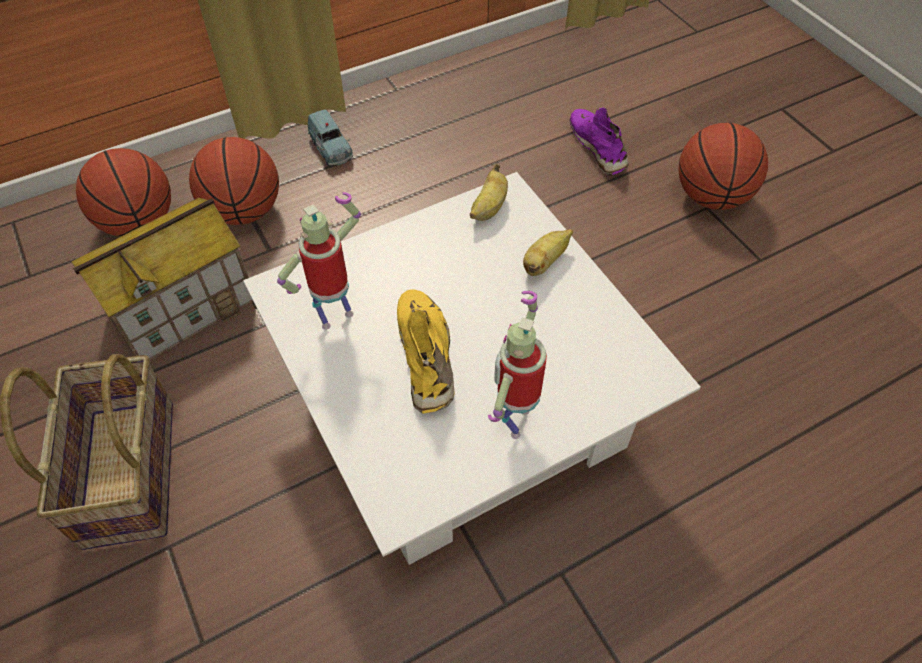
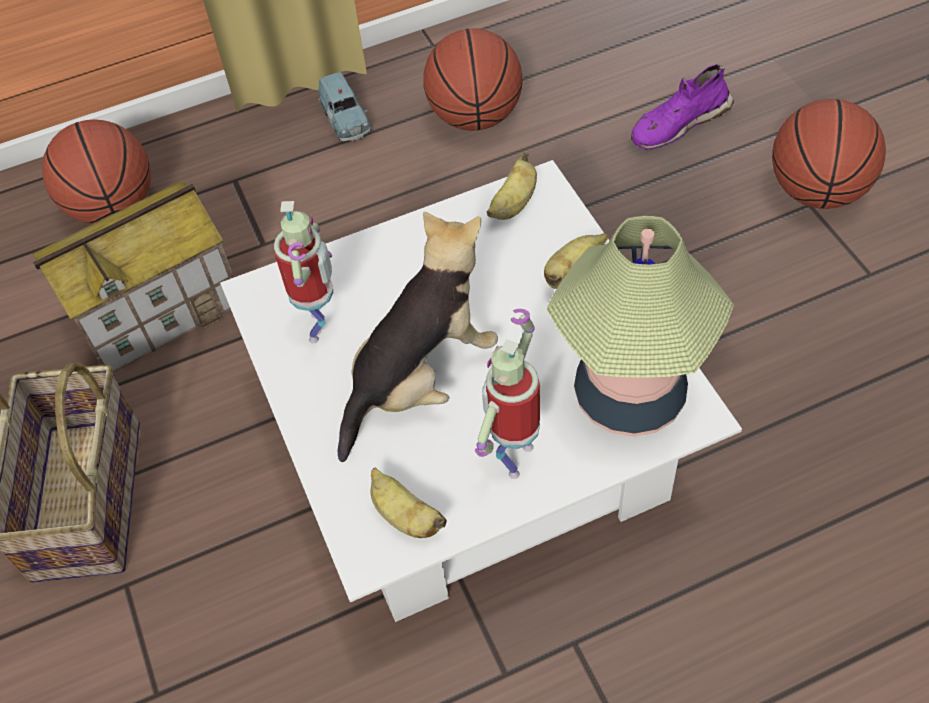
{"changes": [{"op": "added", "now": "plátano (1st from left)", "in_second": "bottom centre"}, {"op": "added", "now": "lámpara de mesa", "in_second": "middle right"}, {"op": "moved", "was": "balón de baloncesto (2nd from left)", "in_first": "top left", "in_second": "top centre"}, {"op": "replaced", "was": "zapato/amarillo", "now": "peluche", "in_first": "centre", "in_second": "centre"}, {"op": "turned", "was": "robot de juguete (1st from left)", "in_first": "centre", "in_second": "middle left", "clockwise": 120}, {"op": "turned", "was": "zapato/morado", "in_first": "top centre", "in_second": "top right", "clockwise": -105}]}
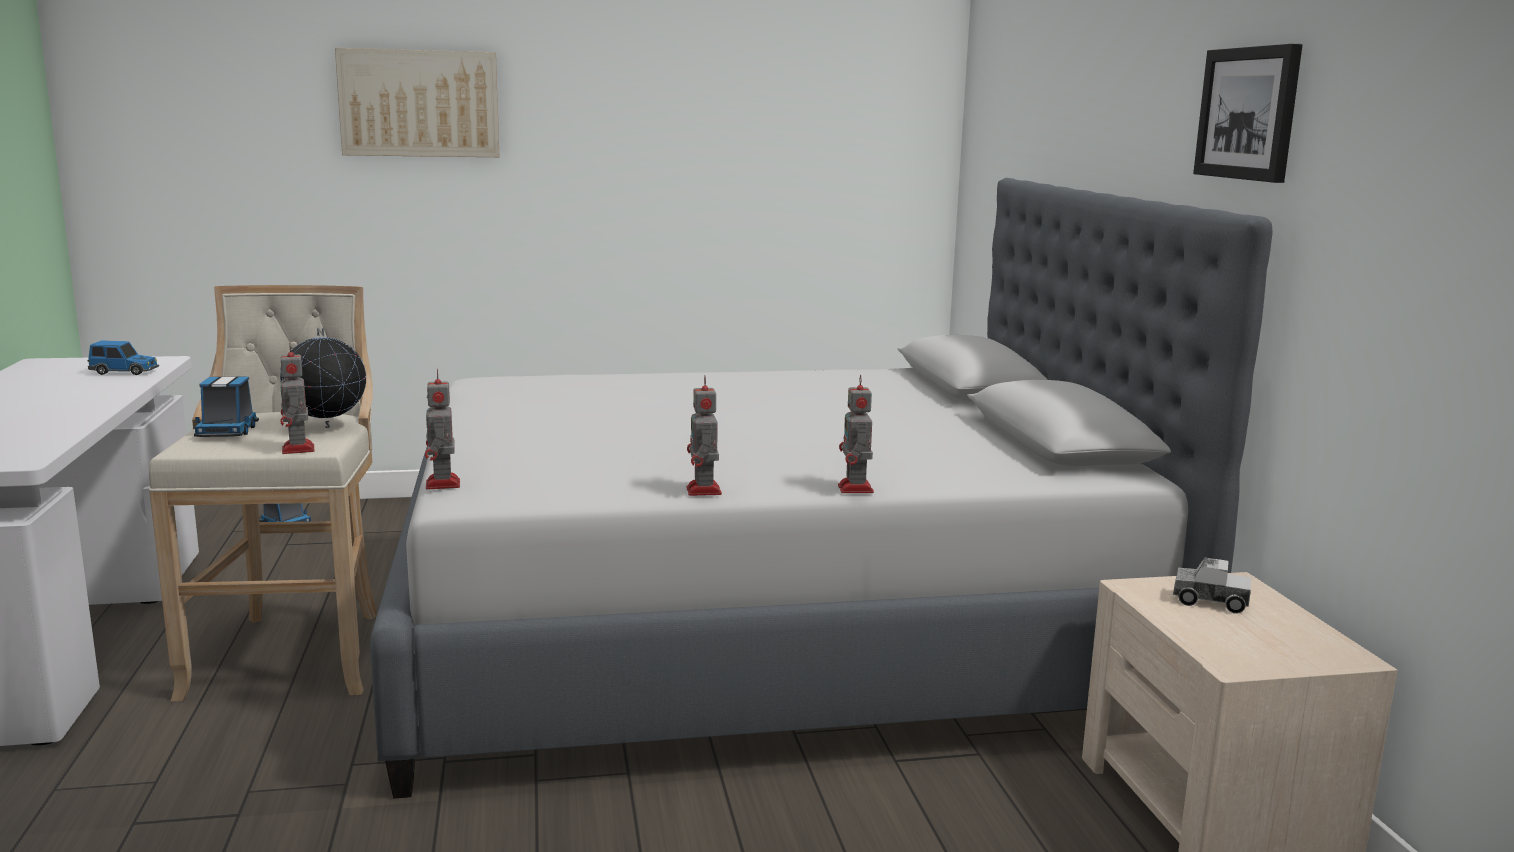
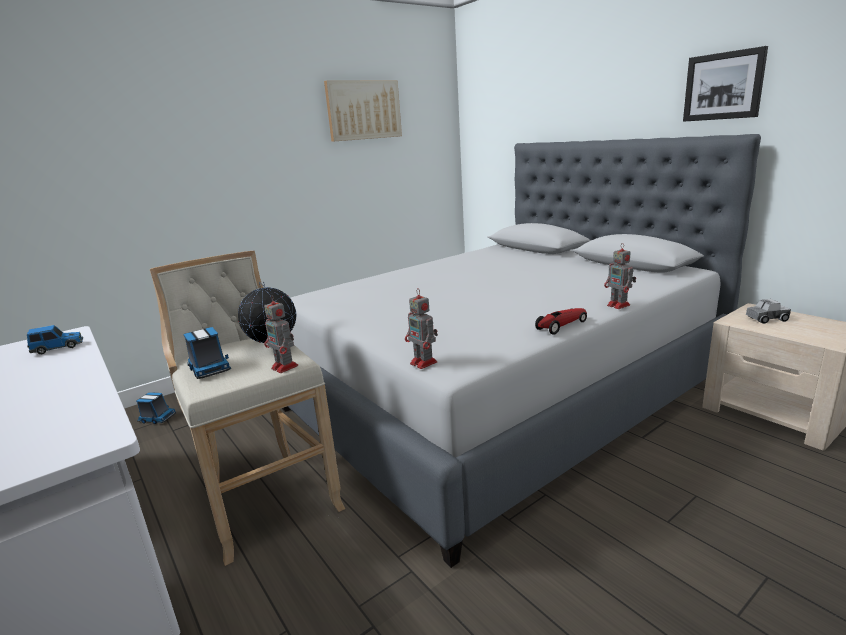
{"changes": [{"op": "moved", "was": "cuadro (1st from left)", "in_first": "top left", "in_second": "top centre"}, {"op": "replaced", "was": "robot de juguete (3rd from left)", "now": "coche de juguete (2nd from left)", "in_first": "centre", "in_second": "centre"}]}
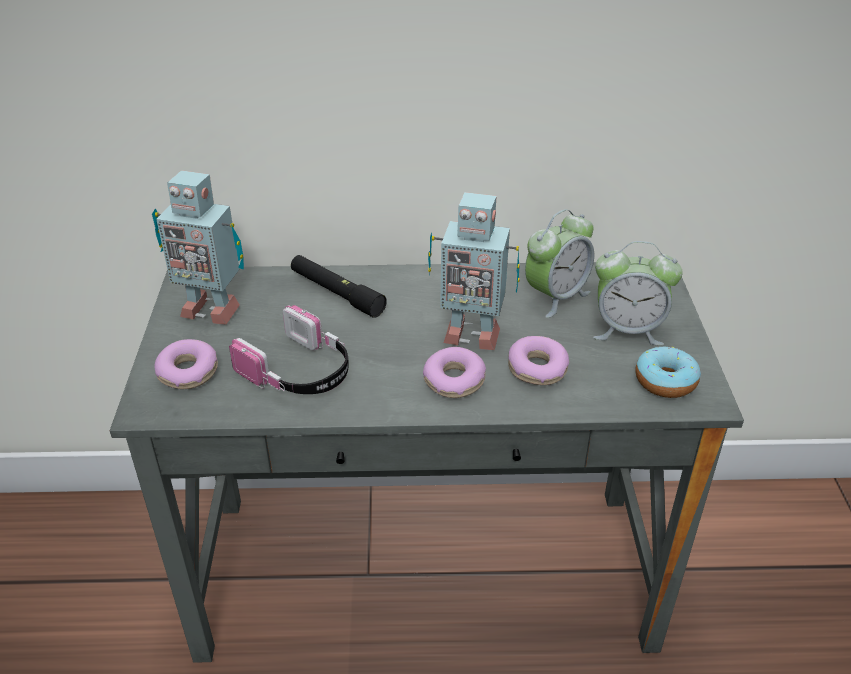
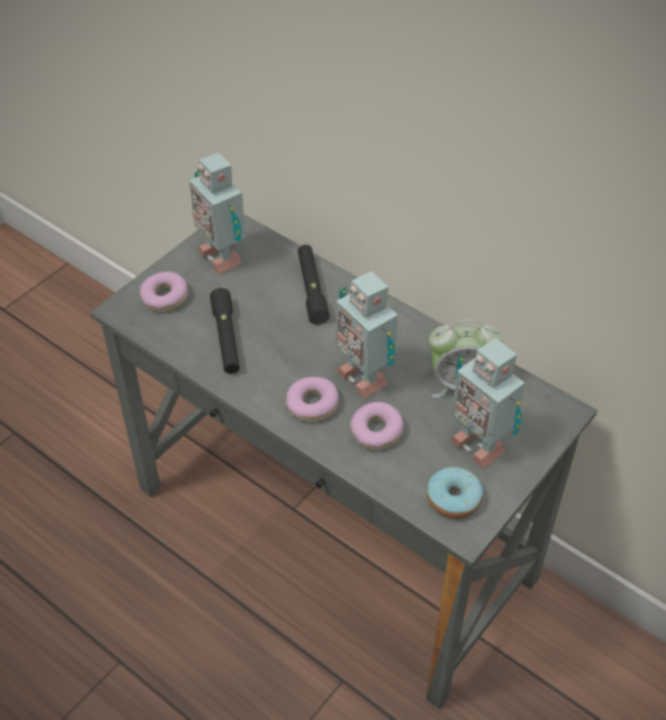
{"changes": [{"op": "replaced", "was": "auriculares", "now": "linterna/negro (1st from left)", "in_first": "centre", "in_second": "centre"}, {"op": "replaced", "was": "despertador (2nd from left)", "now": "robot de juguete (3rd from left)", "in_first": "middle right", "in_second": "middle right"}]}
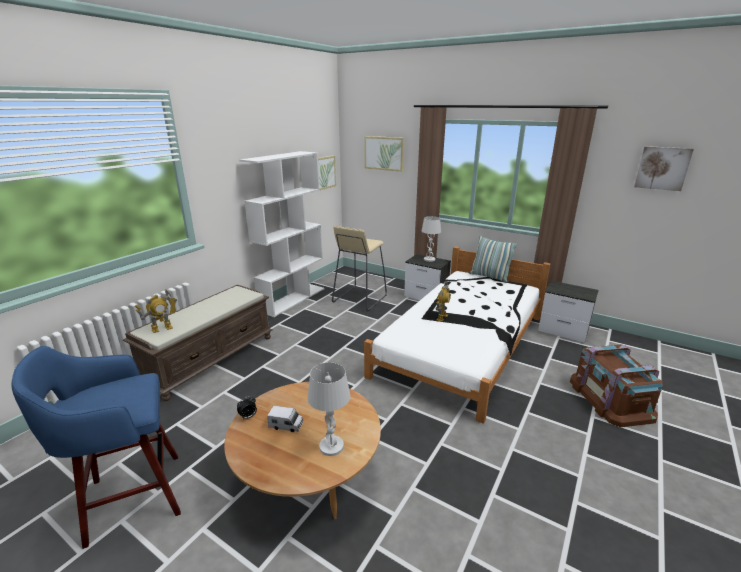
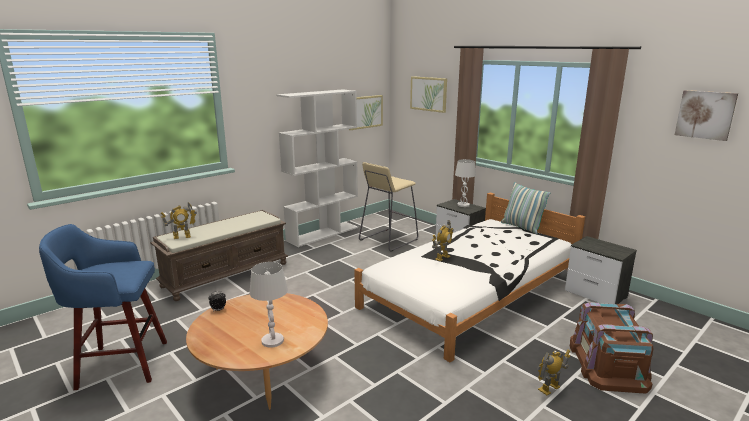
{"changes": [{"op": "removed", "was": "camión de juguete", "in_first": "bottom centre"}, {"op": "added", "now": "robot de juguete (3rd from left)", "in_second": "bottom right"}]}
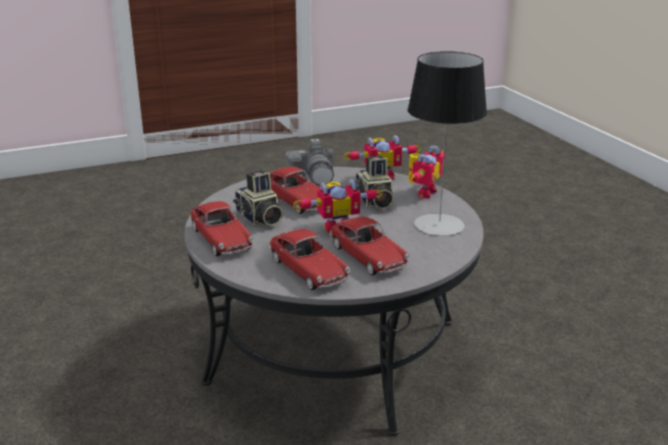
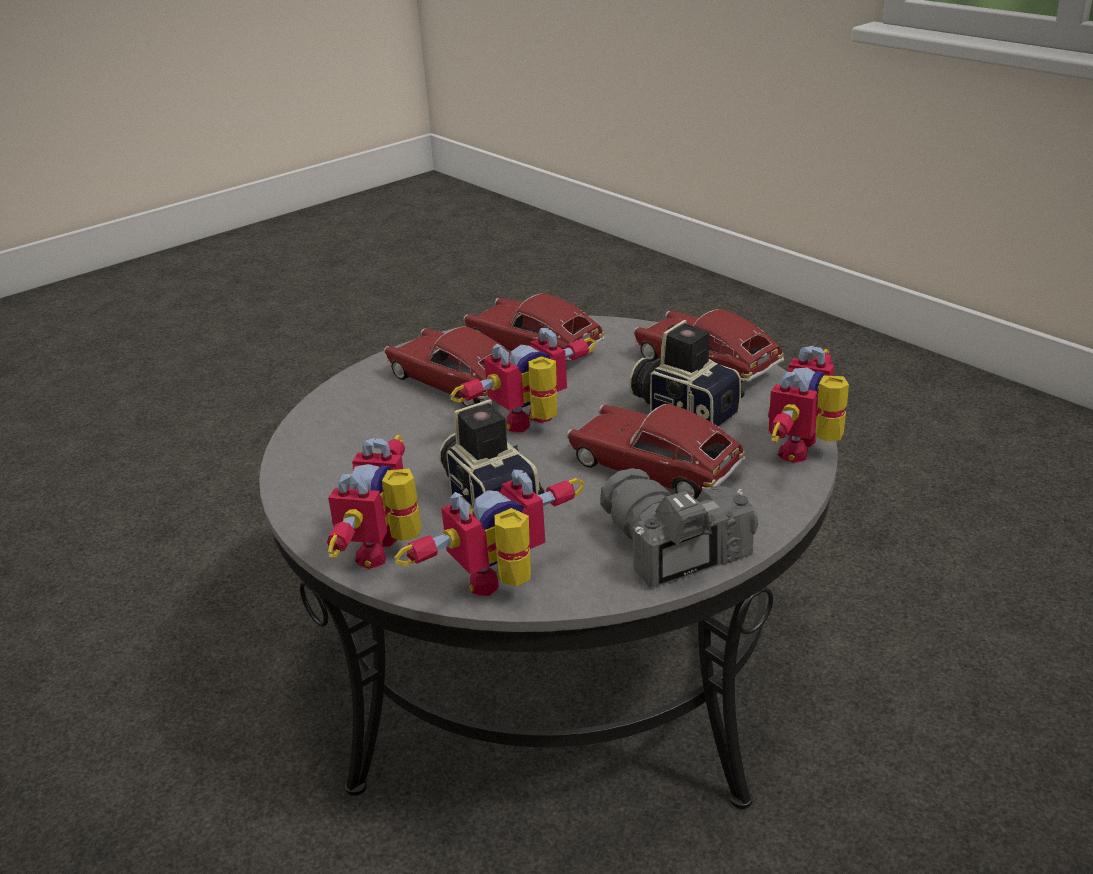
{"changes": [{"op": "removed", "was": "lámpara de mesa", "in_first": "top right"}, {"op": "added", "now": "robot de juguete (4th from left)", "in_second": "middle right"}]}
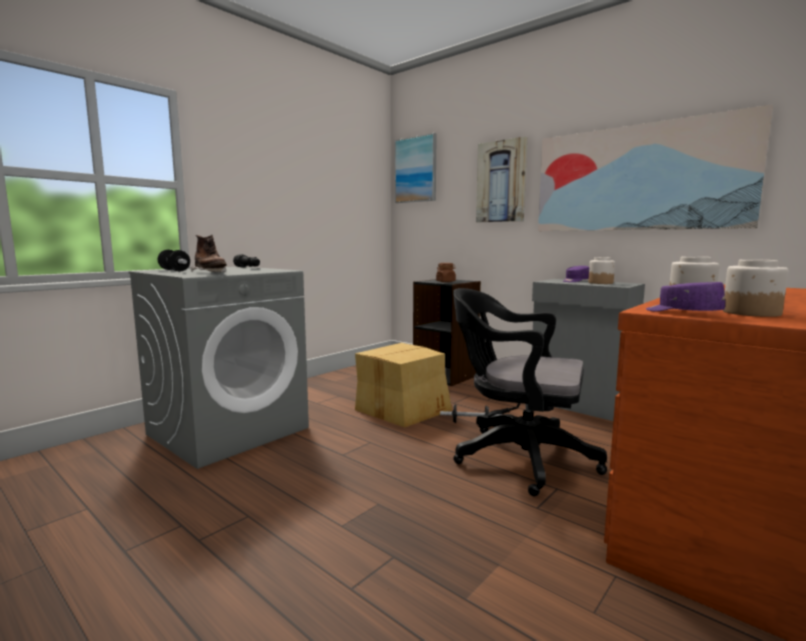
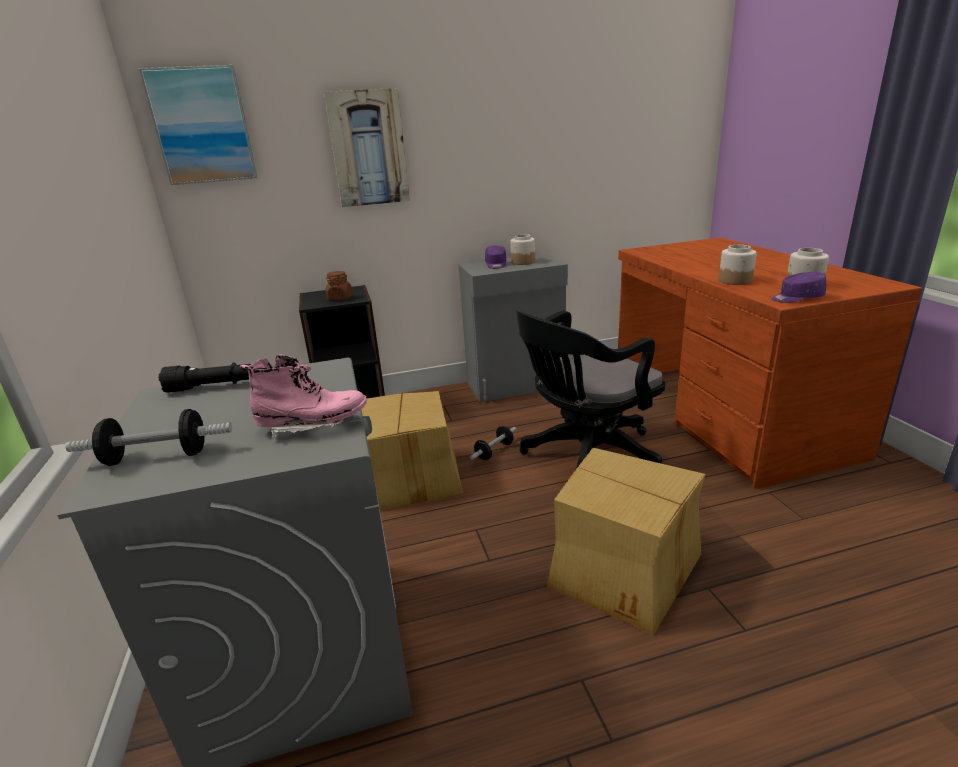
{"changes": [{"op": "removed", "was": "cuadro (3rd from left)", "in_first": "top right"}, {"op": "added", "now": "caja de cartón (2nd from left)", "in_second": "bottom centre"}, {"op": "recoloured", "was": "bota/marrón", "now": "bota/rosa", "in_first": "middle left", "in_second": "middle left"}]}
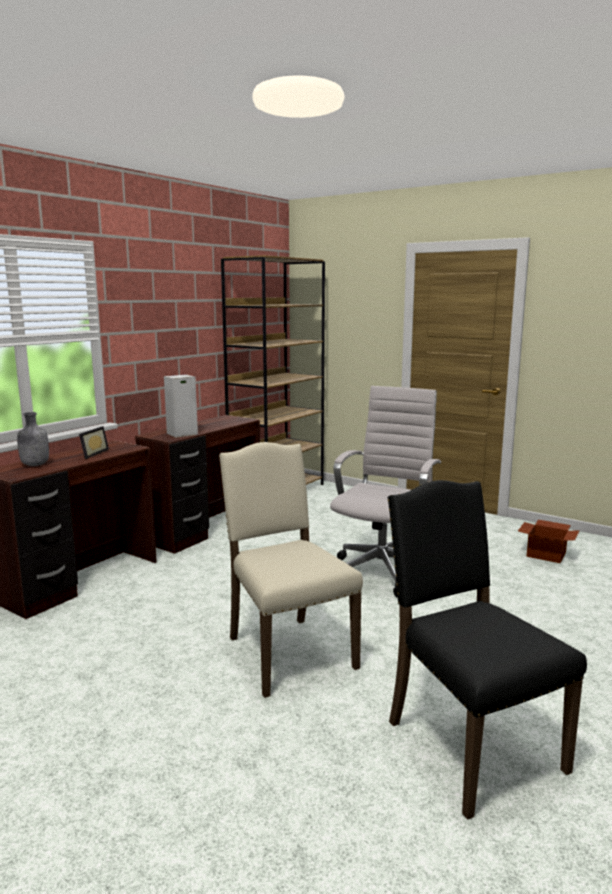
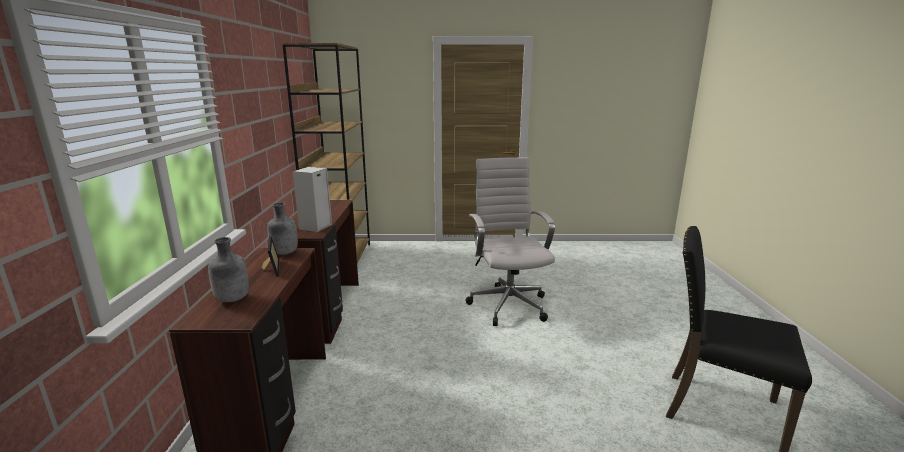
{"changes": [{"op": "removed", "was": "silla/beis", "in_first": "centre"}, {"op": "removed", "was": "caja de cartón", "in_first": "middle right"}, {"op": "added", "now": "botella/gris (2nd from left)", "in_second": "middle left"}]}
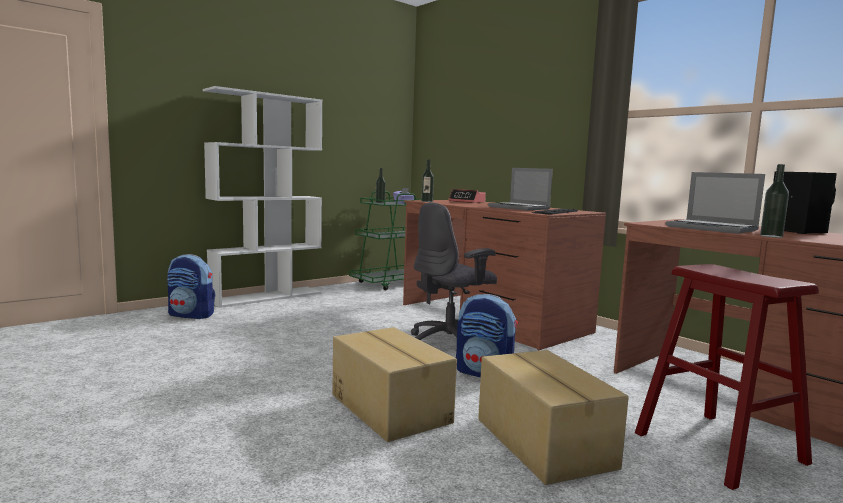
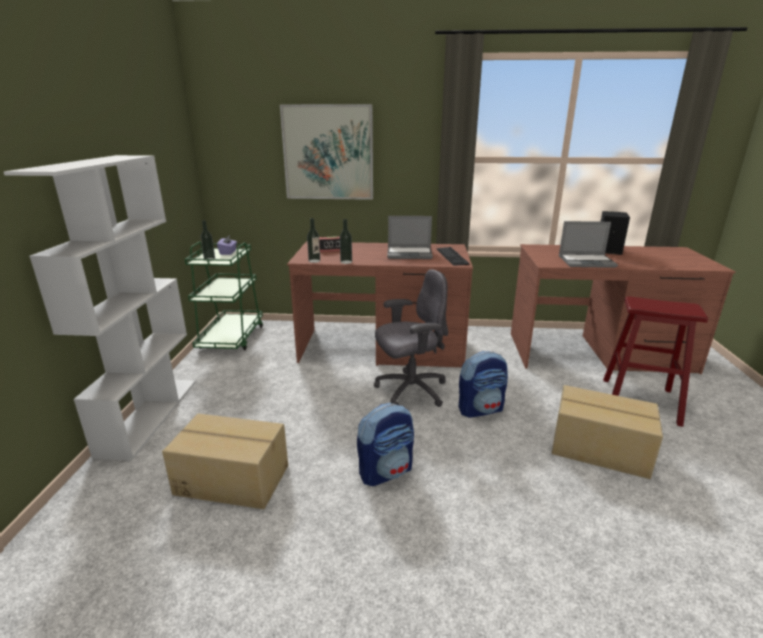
{"changes": [{"op": "added", "now": "cuadro", "in_second": "top centre"}, {"op": "moved", "was": "mochila (1st from left)", "in_first": "middle left", "in_second": "bottom centre"}, {"op": "moved", "was": "caja de cartón (1st from left)", "in_first": "bottom centre", "in_second": "bottom left"}, {"op": "moved", "was": "botella (3rd from left)", "in_first": "middle right", "in_second": "centre"}, {"op": "turned", "was": "silla de oficina/gris", "in_first": "centre", "in_second": "centre", "clockwise": -120}]}
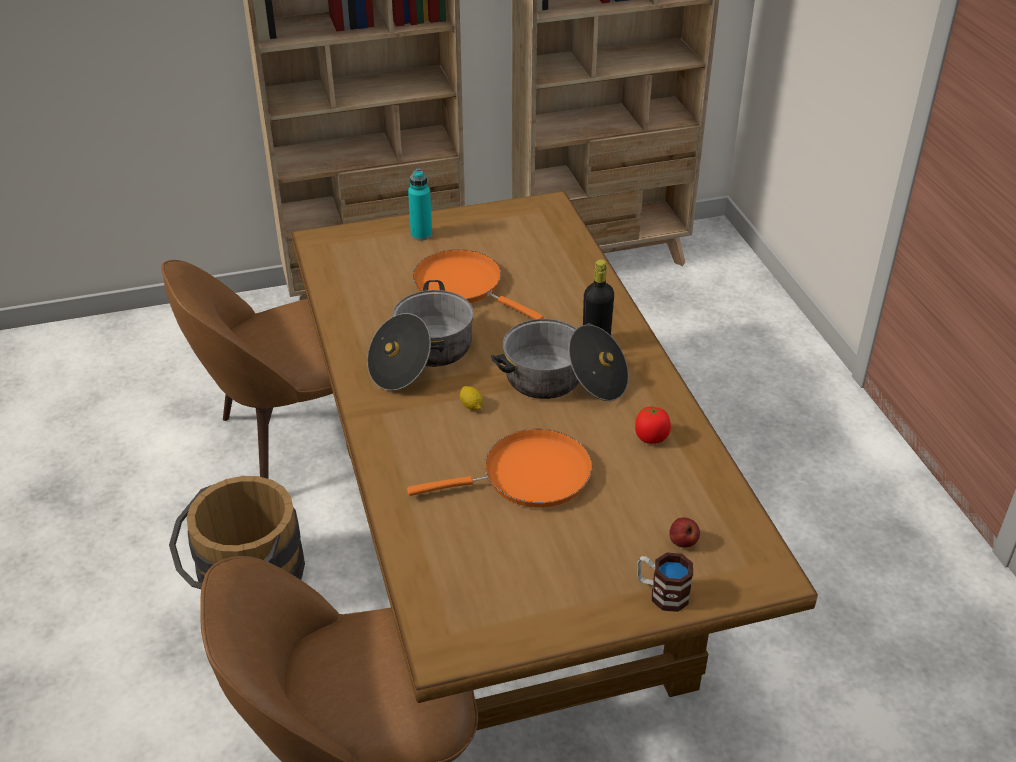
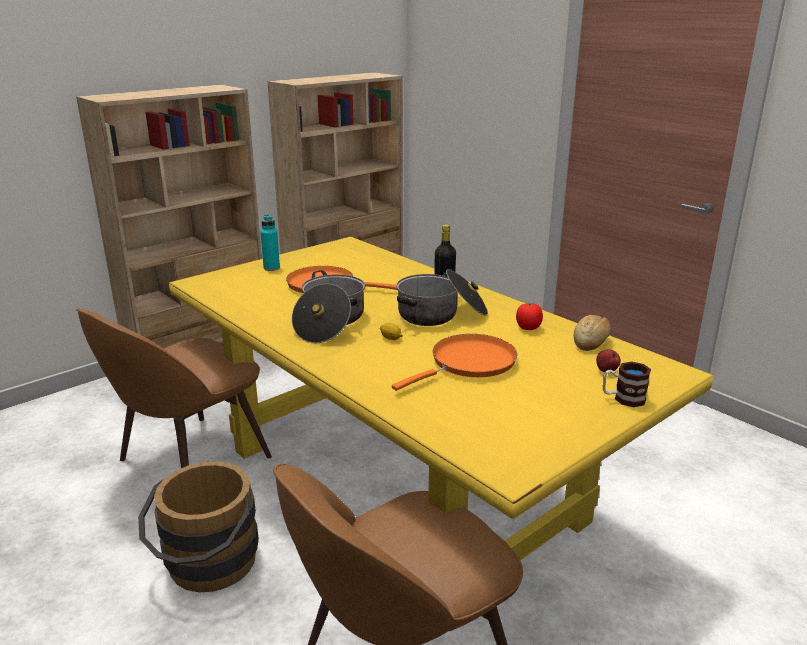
{"changes": [{"op": "added", "now": "pan", "in_second": "middle right"}, {"op": "recoloured", "was": "mesa de comedor/marrón", "now": "mesa de comedor/amarillo", "in_first": "centre", "in_second": "centre"}]}
